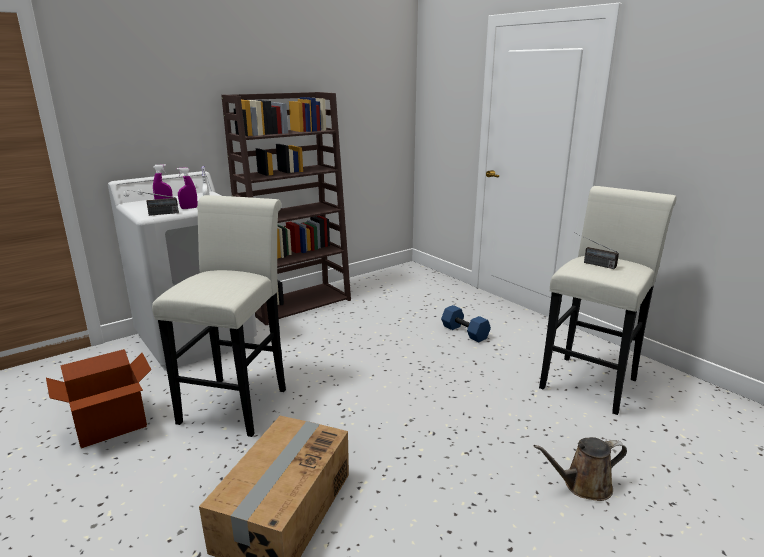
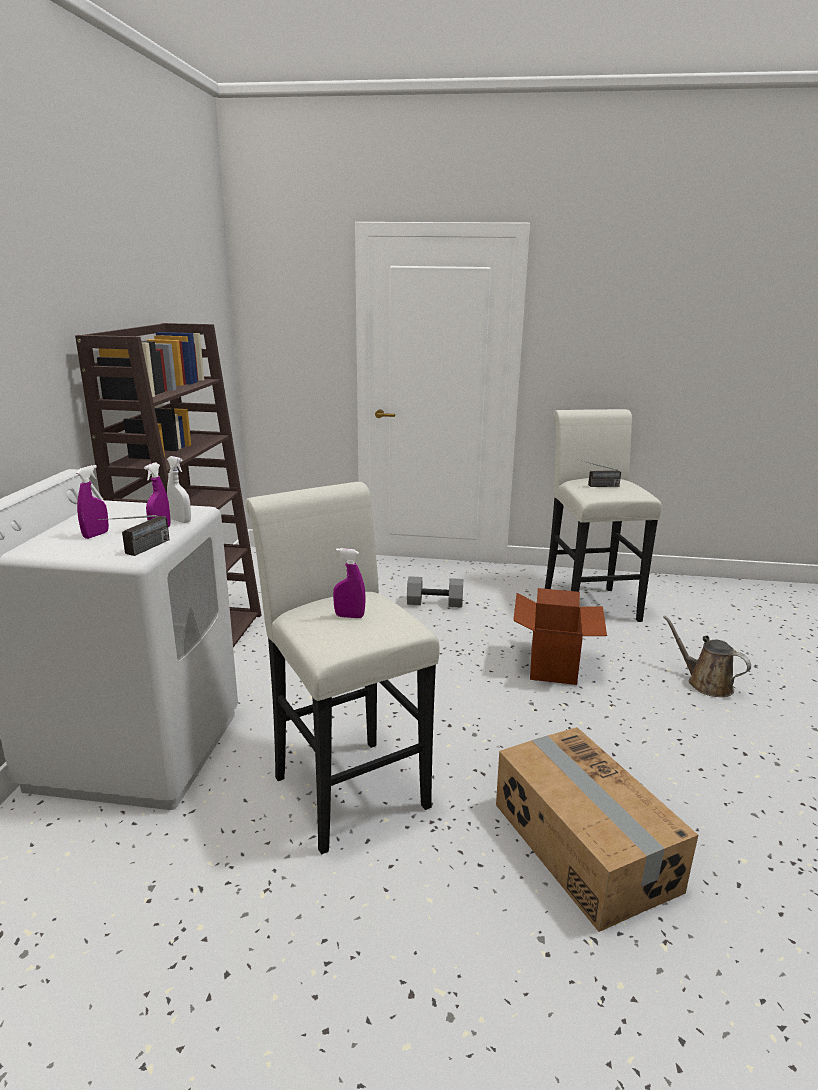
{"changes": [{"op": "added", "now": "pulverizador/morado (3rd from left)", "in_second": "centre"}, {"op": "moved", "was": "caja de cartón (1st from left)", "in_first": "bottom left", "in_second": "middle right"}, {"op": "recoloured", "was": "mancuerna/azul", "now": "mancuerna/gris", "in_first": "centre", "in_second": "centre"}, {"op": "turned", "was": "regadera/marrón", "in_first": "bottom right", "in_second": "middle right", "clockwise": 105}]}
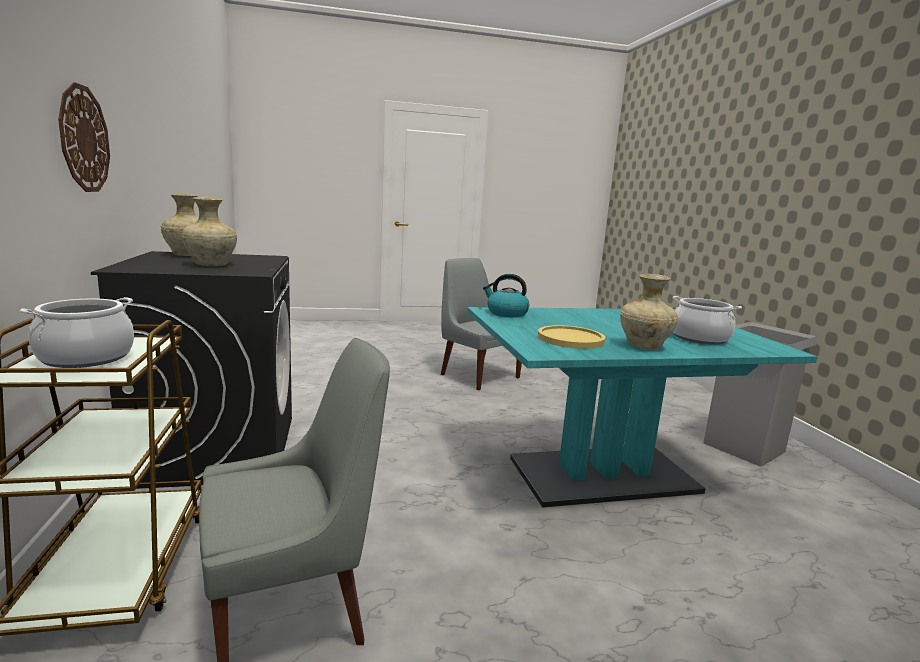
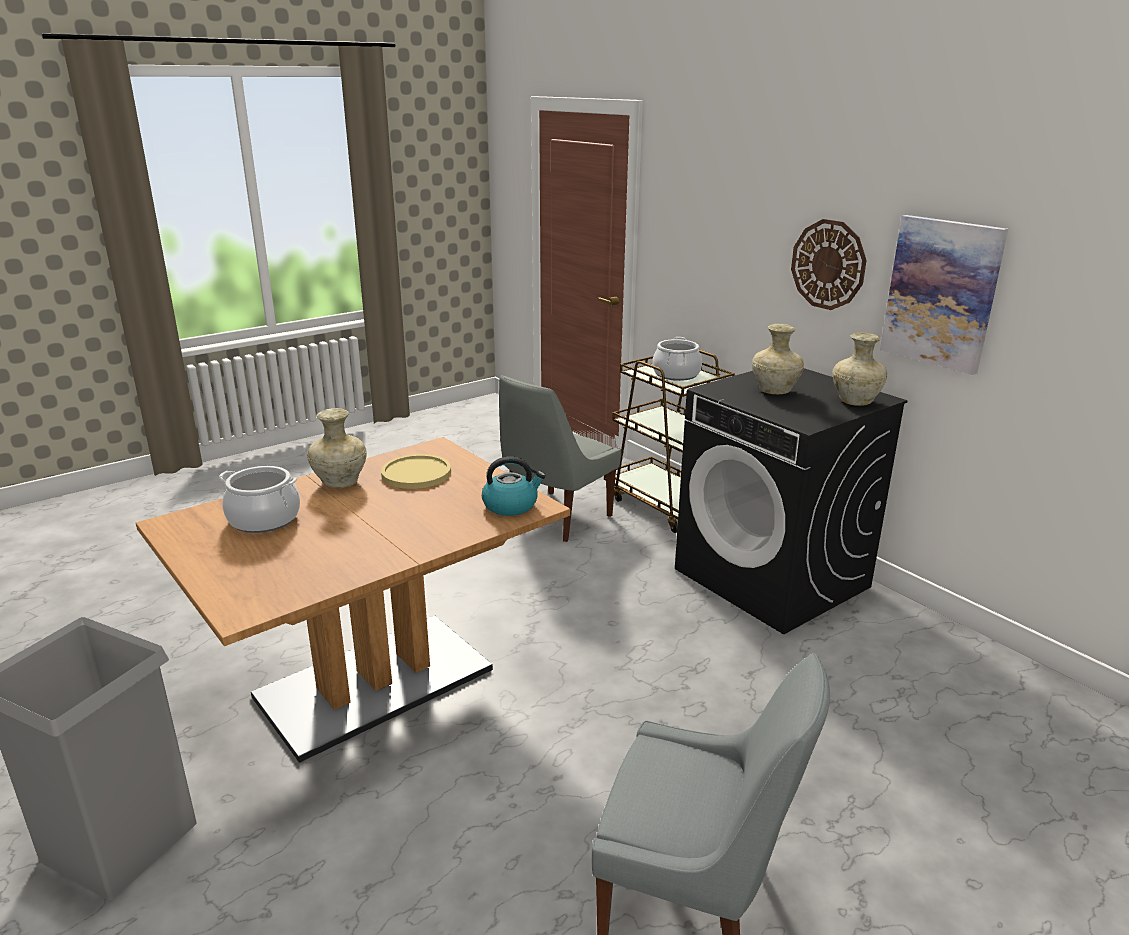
{"changes": [{"op": "added", "now": "cuadro", "in_second": "top right"}, {"op": "recoloured", "was": "mesa de comedor/turquesa", "now": "mesa de comedor/marrón", "in_first": "middle right", "in_second": "middle left"}]}
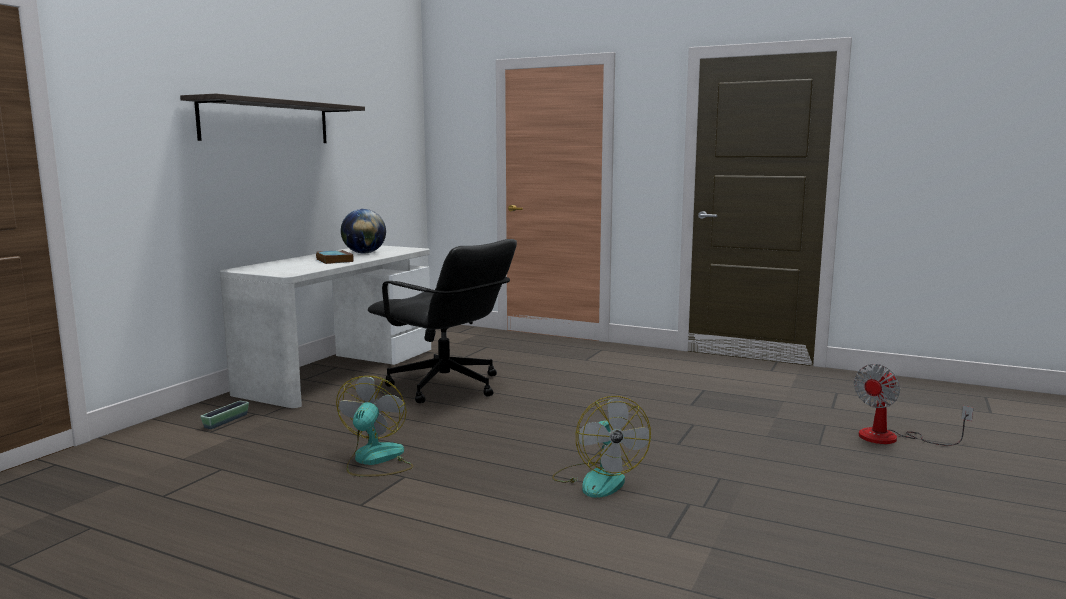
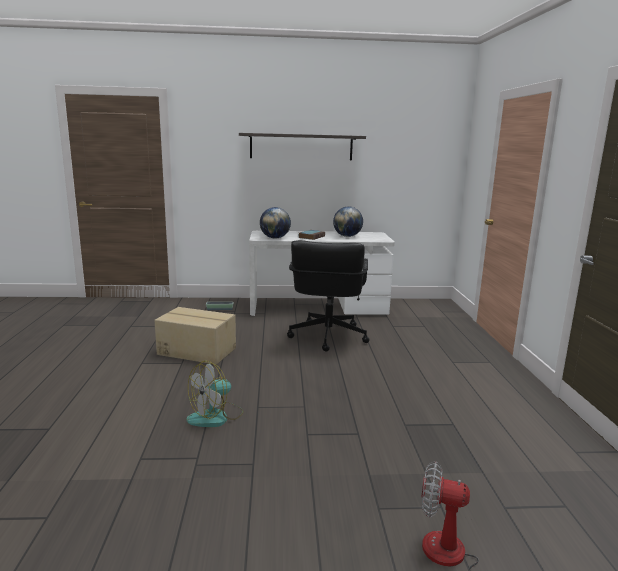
{"changes": [{"op": "added", "now": "globo terráqueo (1st from left)", "in_second": "centre"}, {"op": "replaced", "was": "ventilador (1st from left)", "now": "caja de cartón", "in_first": "bottom centre", "in_second": "middle left"}]}
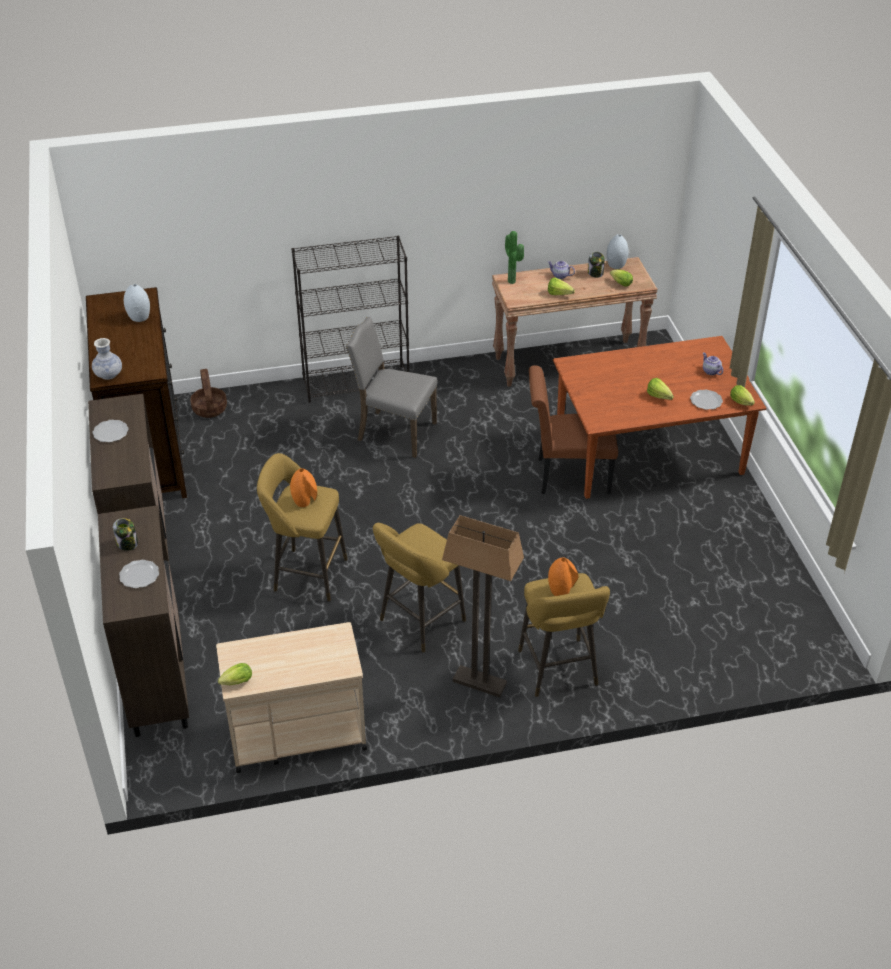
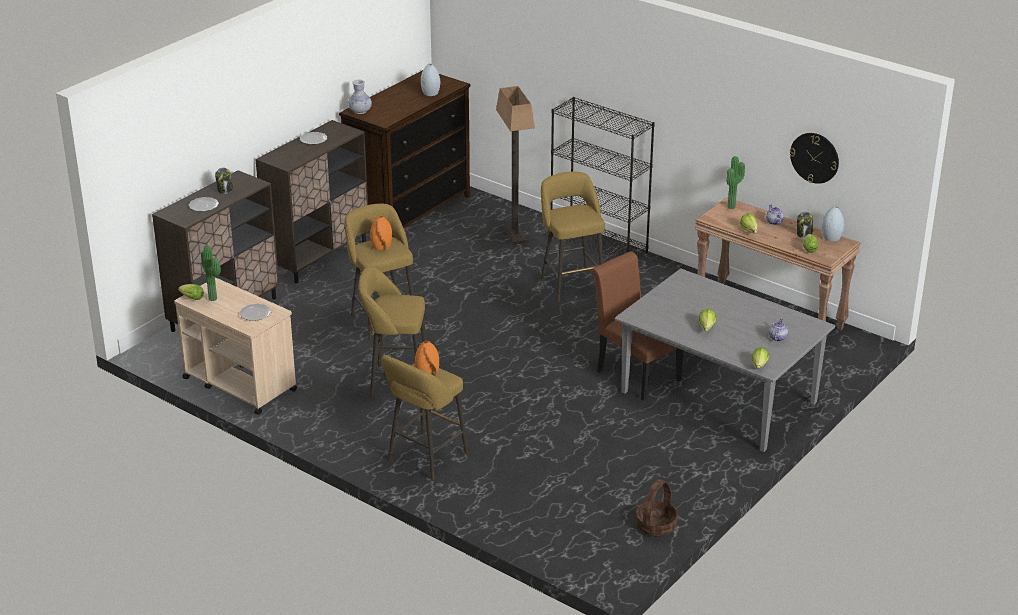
{"changes": [{"op": "added", "now": "planta en maceta (1st from left)", "in_second": "middle left"}, {"op": "added", "now": "reloj de pared", "in_second": "top right"}, {"op": "moved", "was": "cesta", "in_first": "middle left", "in_second": "bottom centre"}, {"op": "moved", "was": "lámpara de pie", "in_first": "centre", "in_second": "top centre"}, {"op": "moved", "was": "plato (3rd from left in the first image)", "now": "plato (2nd from left)", "in_first": "middle right", "in_second": "middle left"}, {"op": "replaced", "was": "silla/gris", "now": "taburete/amarillo (4th from left)", "in_first": "centre", "in_second": "centre"}, {"op": "recoloured", "was": "mesa de comedor/marrón", "now": "mesa de comedor/gris", "in_first": "middle right", "in_second": "middle right"}]}
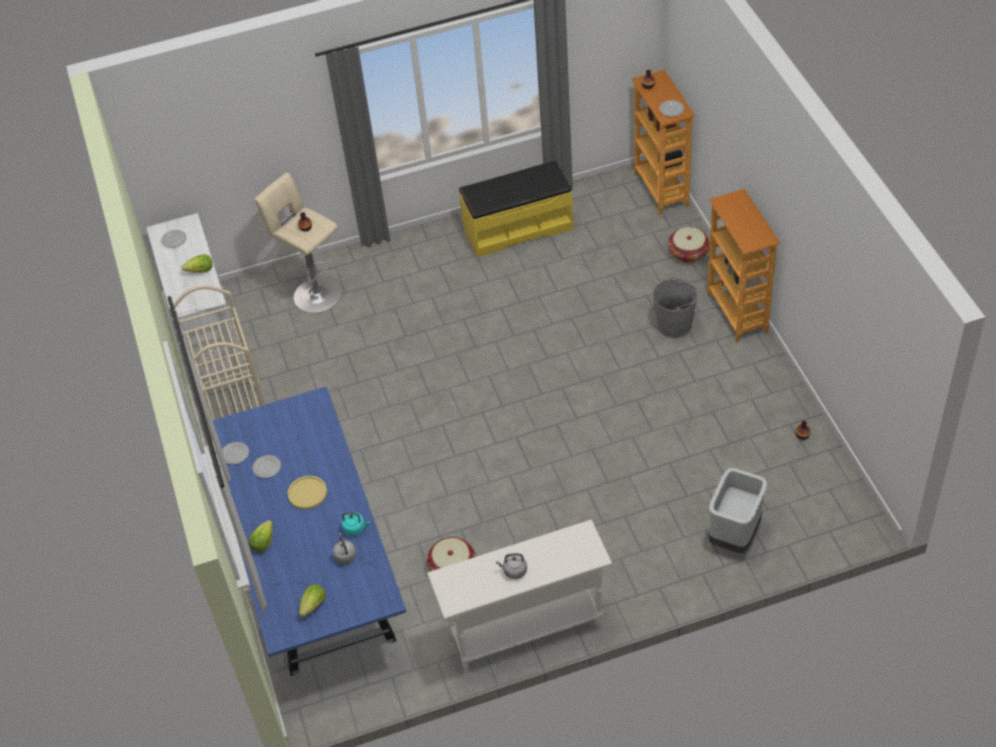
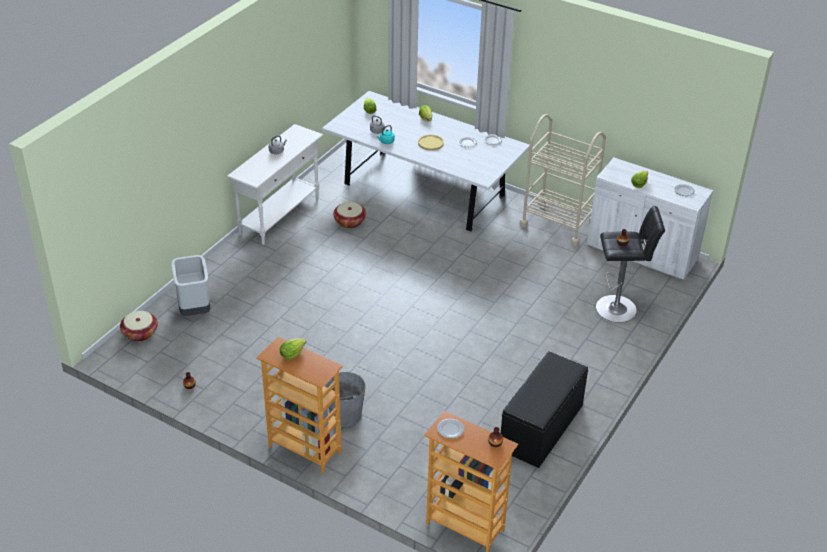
{"changes": [{"op": "added", "now": "lechuga (1st from left)", "in_second": "centre"}, {"op": "moved", "was": "cesta (2nd from left in the first image)", "now": "cesta (1st from left)", "in_first": "top right", "in_second": "middle left"}, {"op": "recoloured", "was": "mesa de comedor/azul", "now": "mesa de comedor/blanco", "in_first": "bottom left", "in_second": "top centre"}, {"op": "recoloured", "was": "taburete/beis", "now": "taburete/negro", "in_first": "top left", "in_second": "middle right"}, {"op": "recoloured", "was": "banco/amarillo", "now": "banco/negro", "in_first": "top centre", "in_second": "bottom centre"}]}
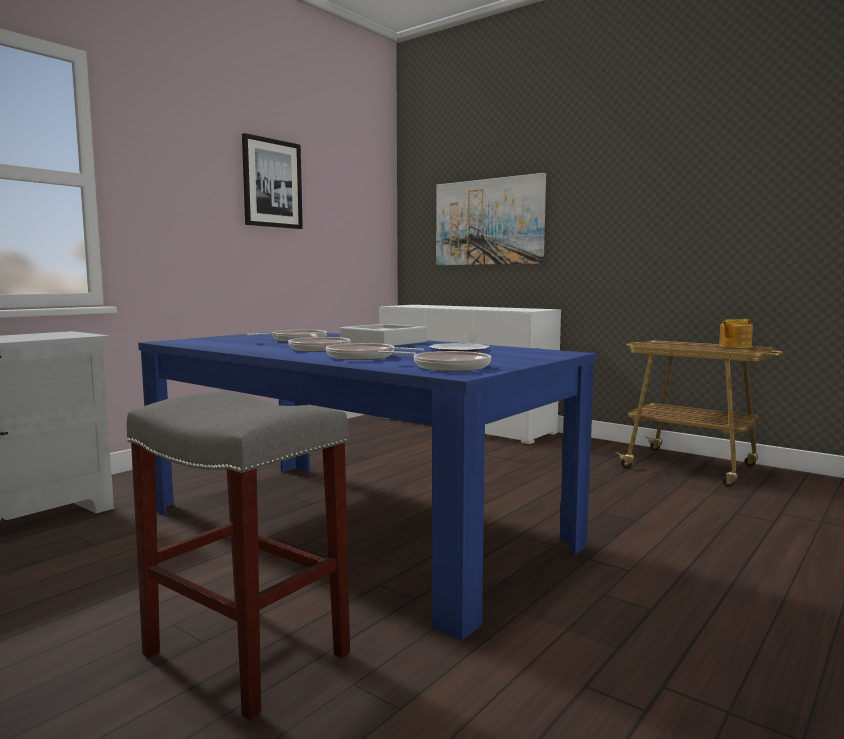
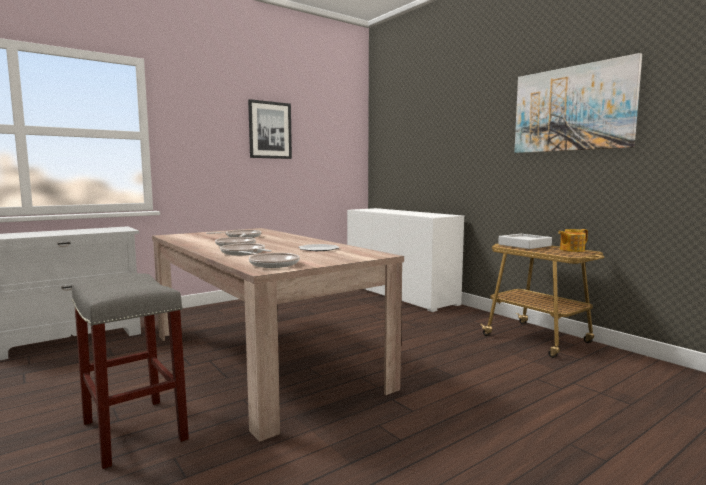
{"changes": [{"op": "moved", "was": "bandeja/gris", "in_first": "centre", "in_second": "middle right"}, {"op": "moved", "was": "cuadro (2nd from left)", "in_first": "top centre", "in_second": "top right"}, {"op": "recoloured", "was": "mesa de comedor/azul", "now": "mesa de comedor/beis", "in_first": "centre", "in_second": "bottom centre"}]}
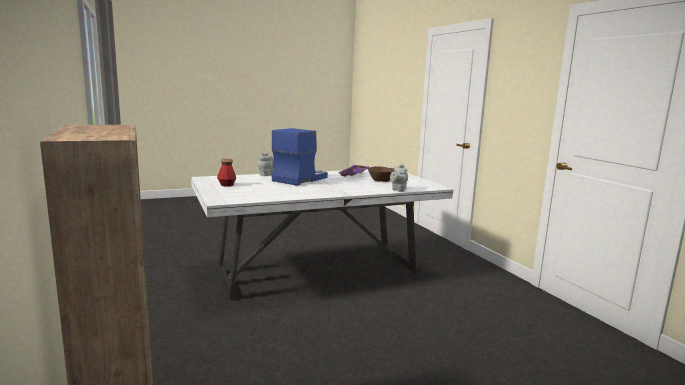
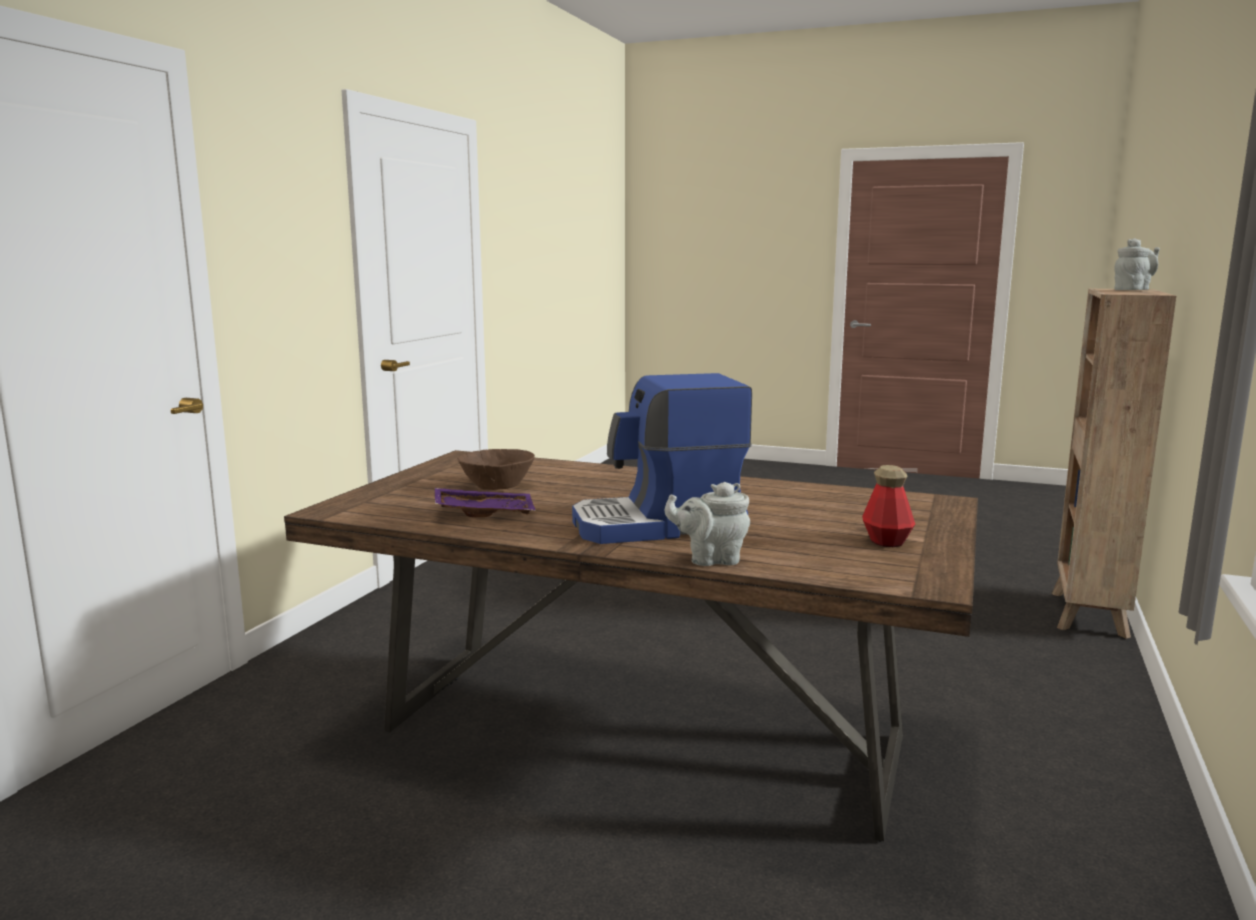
{"changes": [{"op": "moved", "was": "tetera/gris (2nd from left)", "in_first": "centre", "in_second": "top right"}, {"op": "recoloured", "was": "mesa de comedor/blanco", "now": "mesa de comedor/marrón", "in_first": "centre", "in_second": "bottom centre"}]}
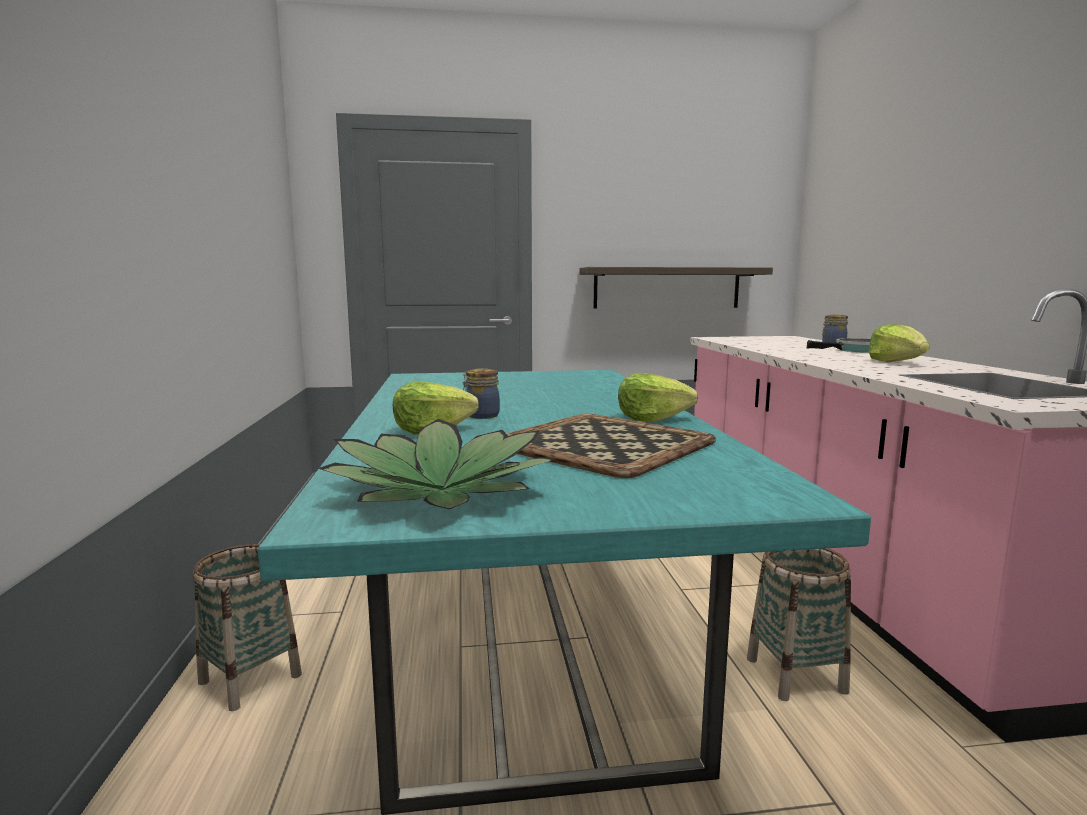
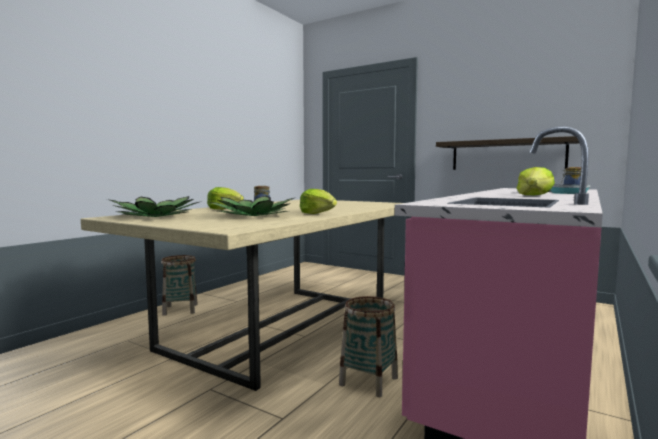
{"changes": [{"op": "replaced", "was": "bandeja", "now": "planta en maceta (2nd from left)", "in_first": "centre", "in_second": "centre"}, {"op": "recoloured", "was": "mesa de comedor/turquesa", "now": "mesa de comedor/beis", "in_first": "bottom centre", "in_second": "bottom centre"}]}
